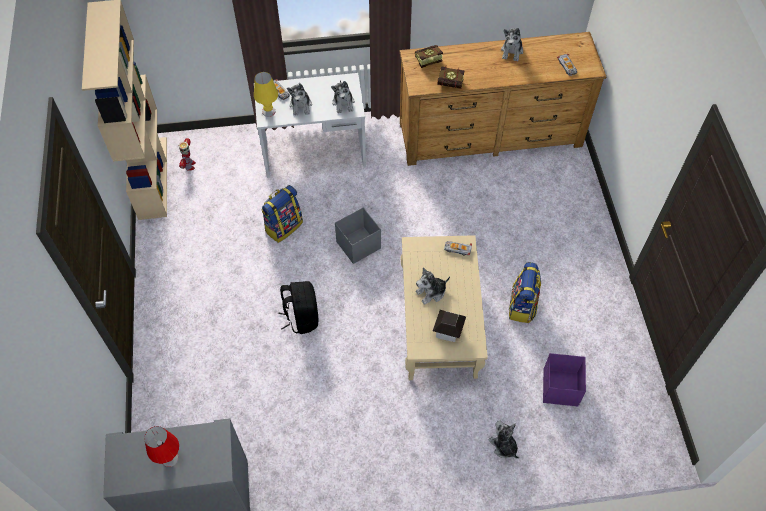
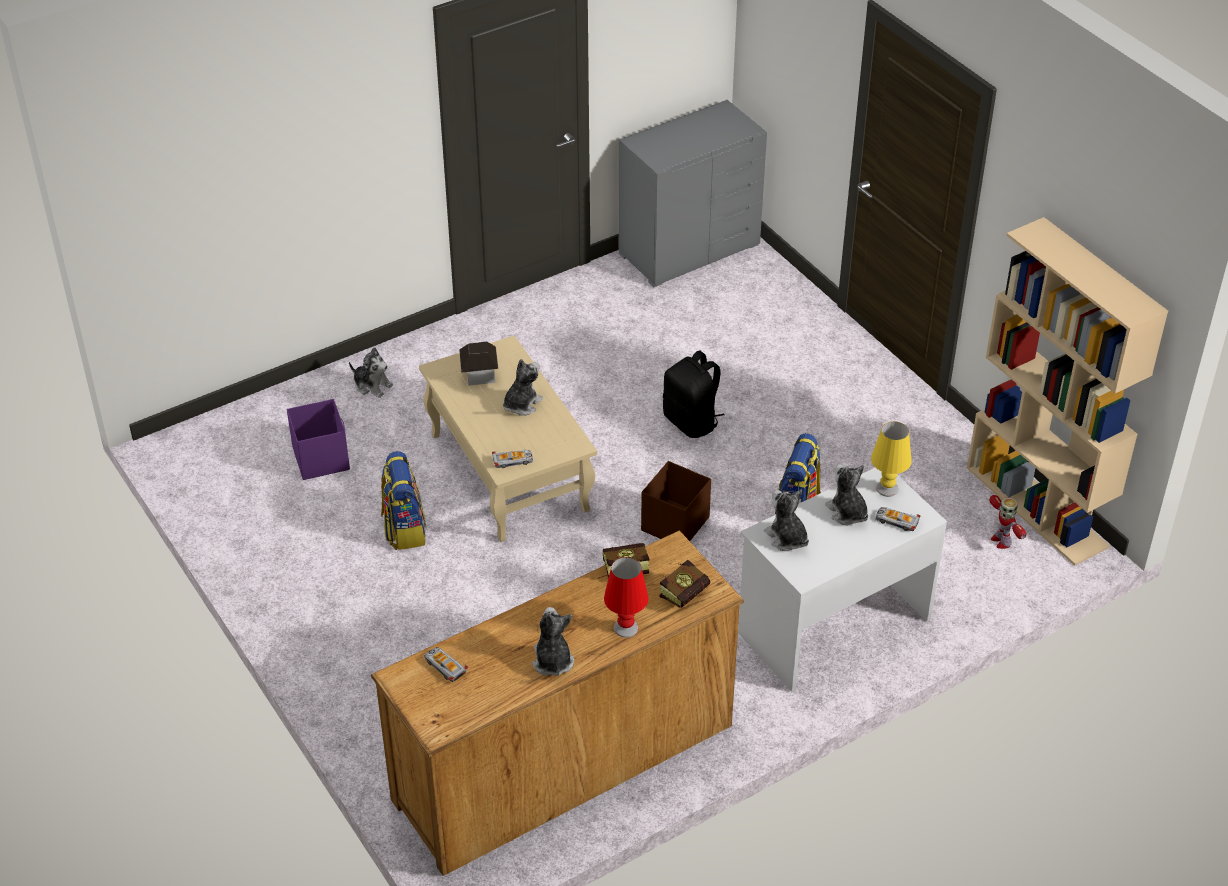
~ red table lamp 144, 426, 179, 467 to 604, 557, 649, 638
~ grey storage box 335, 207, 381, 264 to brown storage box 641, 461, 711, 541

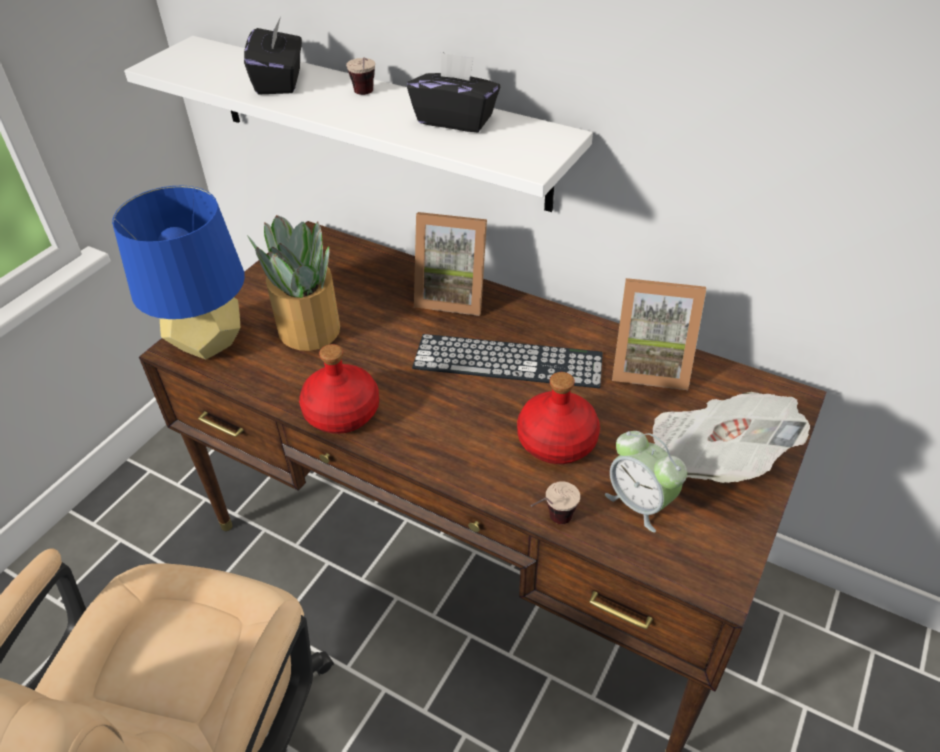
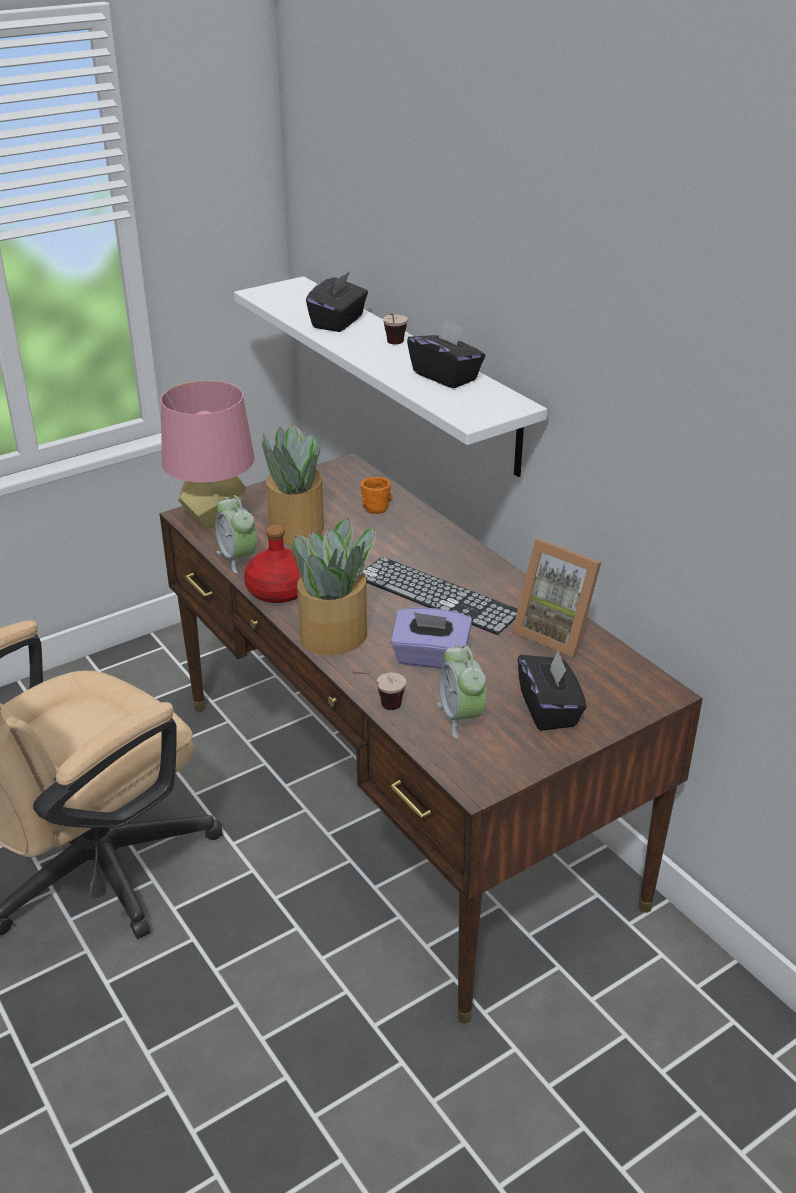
~ blue table lamp 112, 186, 245, 359 to pink table lamp 161, 380, 255, 528
+ alarm clock 215, 495, 257, 573
+ potted plant 292, 518, 376, 655
+ orange mug 361, 477, 393, 514
~ red bottle 517, 372, 600, 464 to purple tissue box 391, 608, 472, 669
~ newspaper 653, 392, 810, 483 to black tissue box 518, 649, 587, 731
- picture frame 414, 212, 487, 316

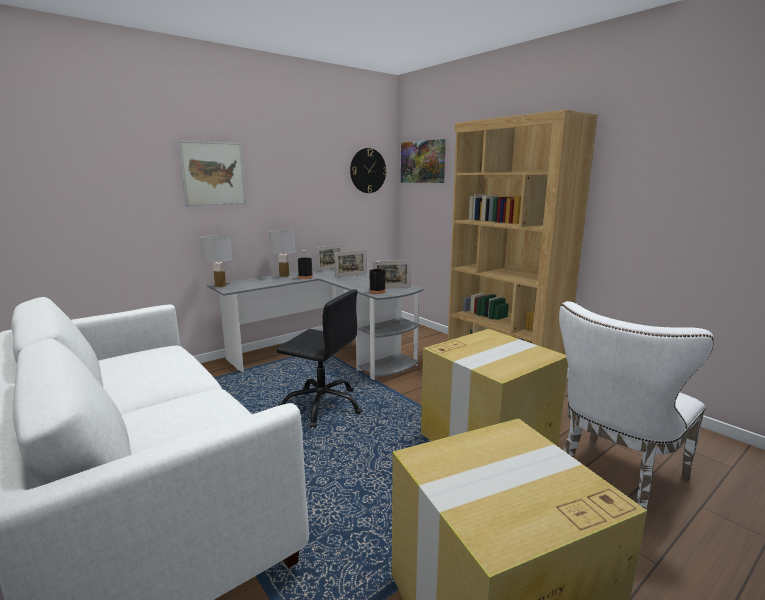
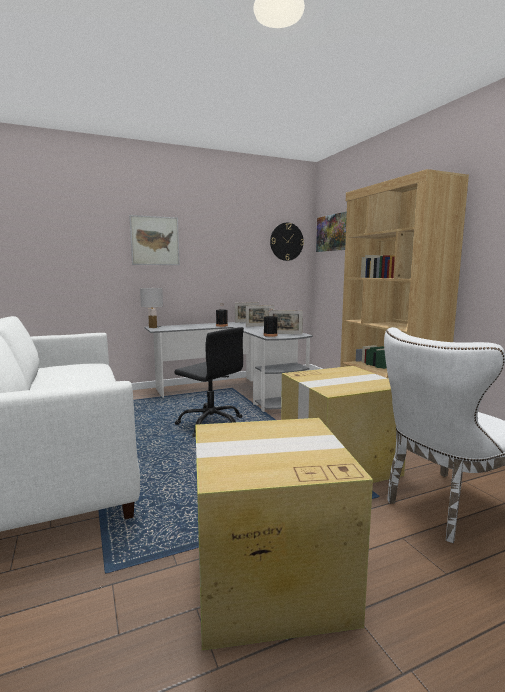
- white table lamp 269, 230, 296, 277

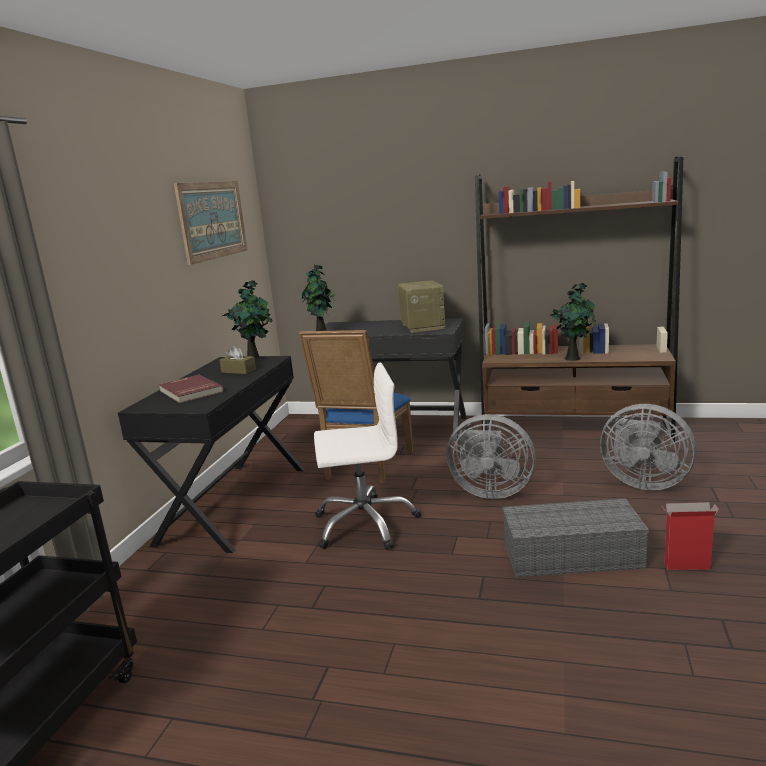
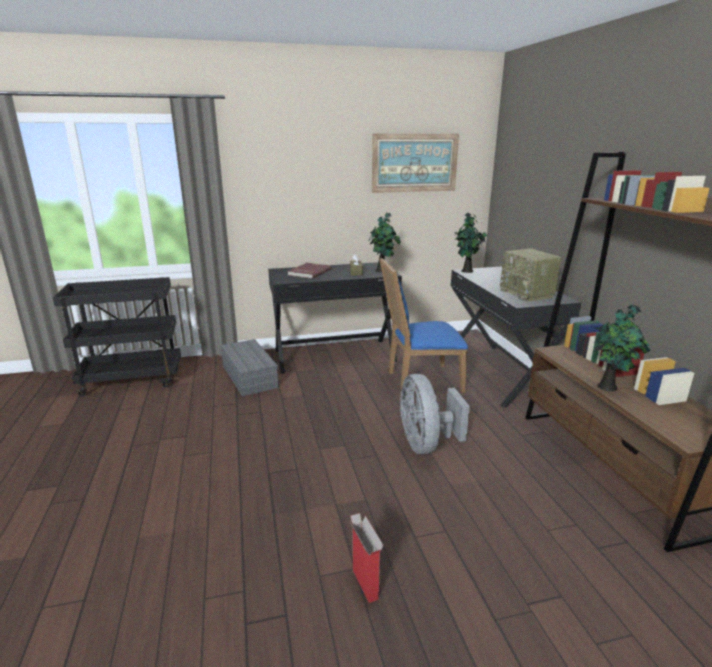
~ grey storage box 502, 498, 649, 577 to 221, 339, 278, 396
~ radio 398, 280, 445, 333 = 500, 248, 561, 302 105 degrees clockwise
- white office chair 314, 362, 421, 550
- grey fan 600, 404, 697, 490

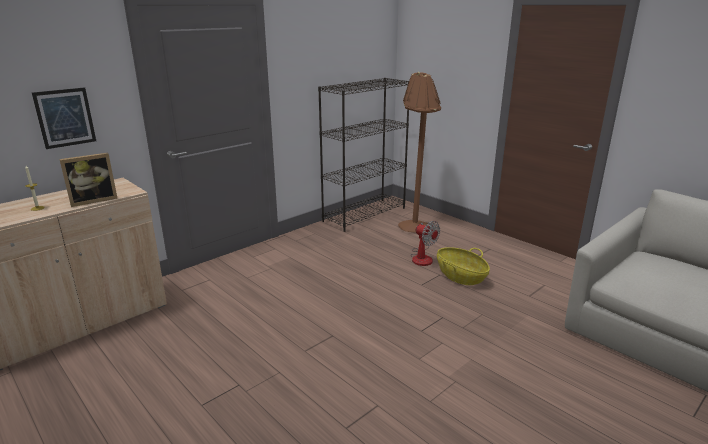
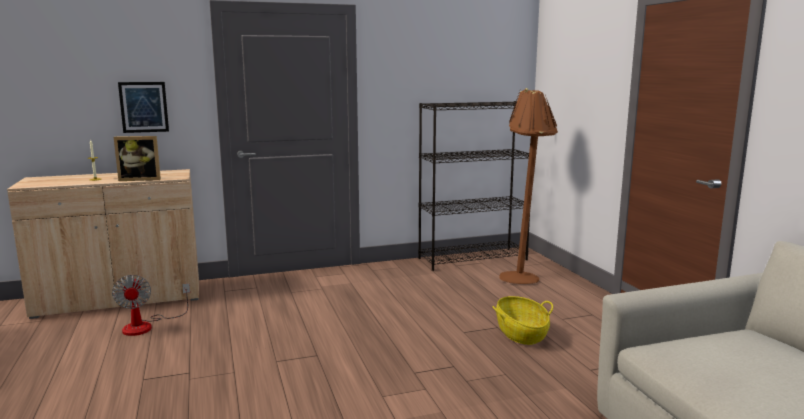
~ fan 410, 221, 440, 266 to 112, 275, 190, 336

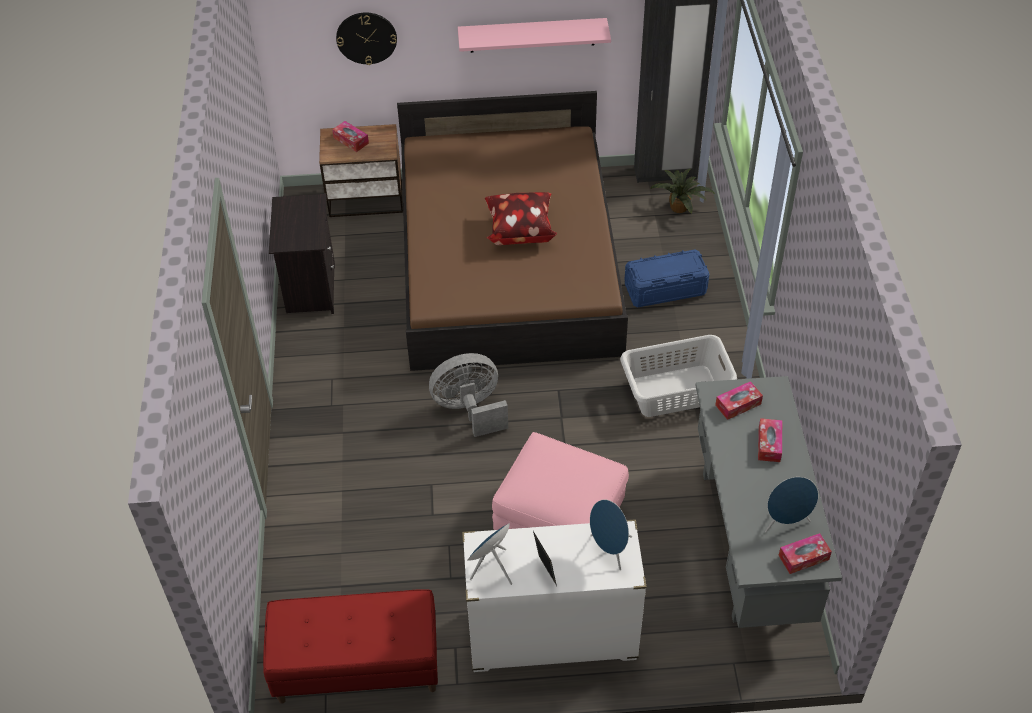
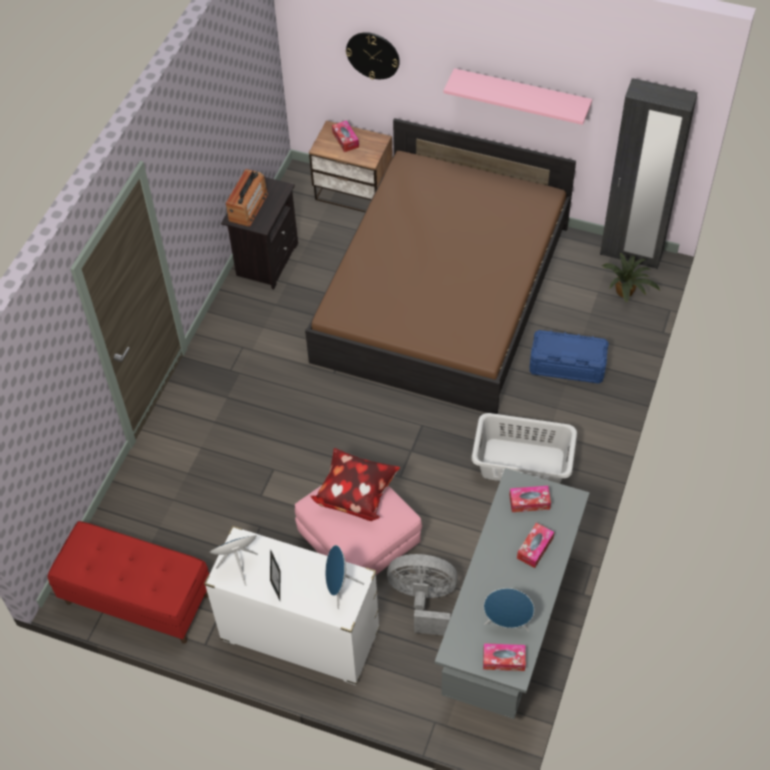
+ radio 226, 169, 268, 226
~ pillow 485, 192, 557, 245 to 310, 448, 400, 521
~ grey fan 429, 353, 508, 437 to 387, 554, 458, 635

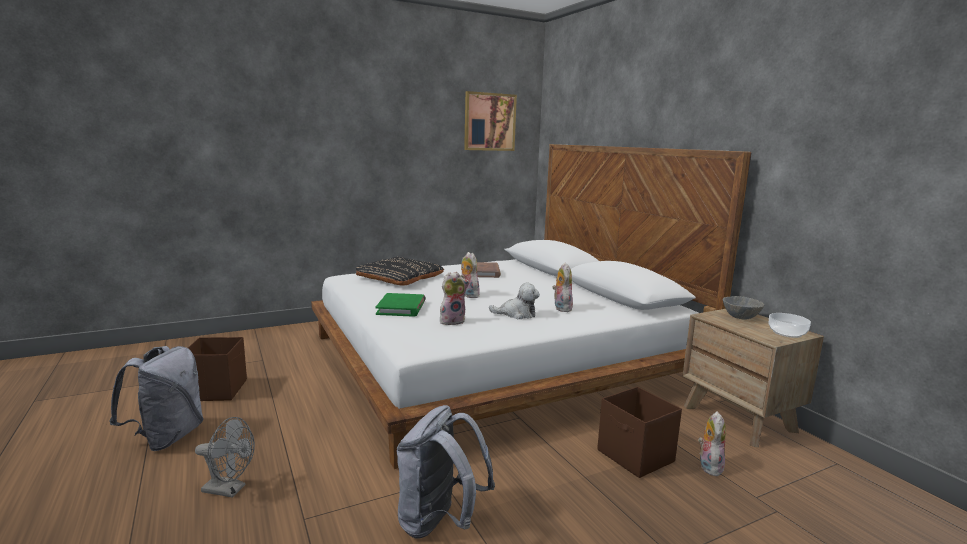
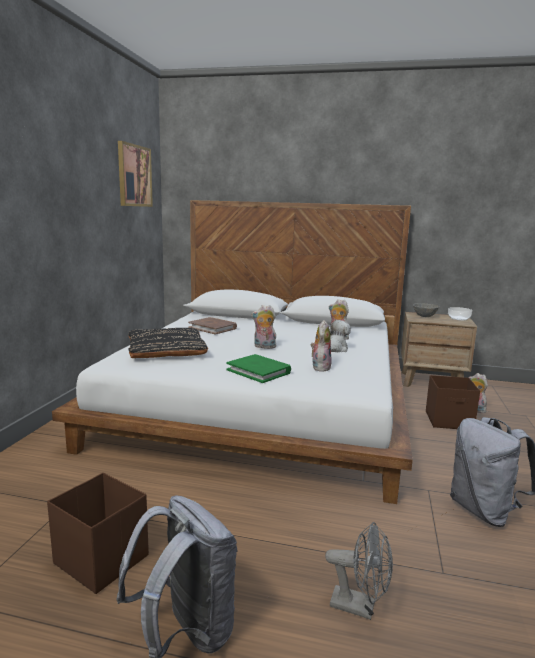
~ grey fan 195, 417, 255, 498 = 325, 522, 393, 620 60 degrees clockwise

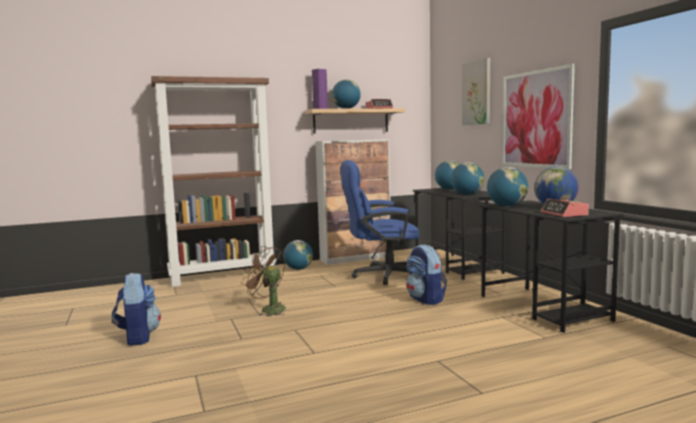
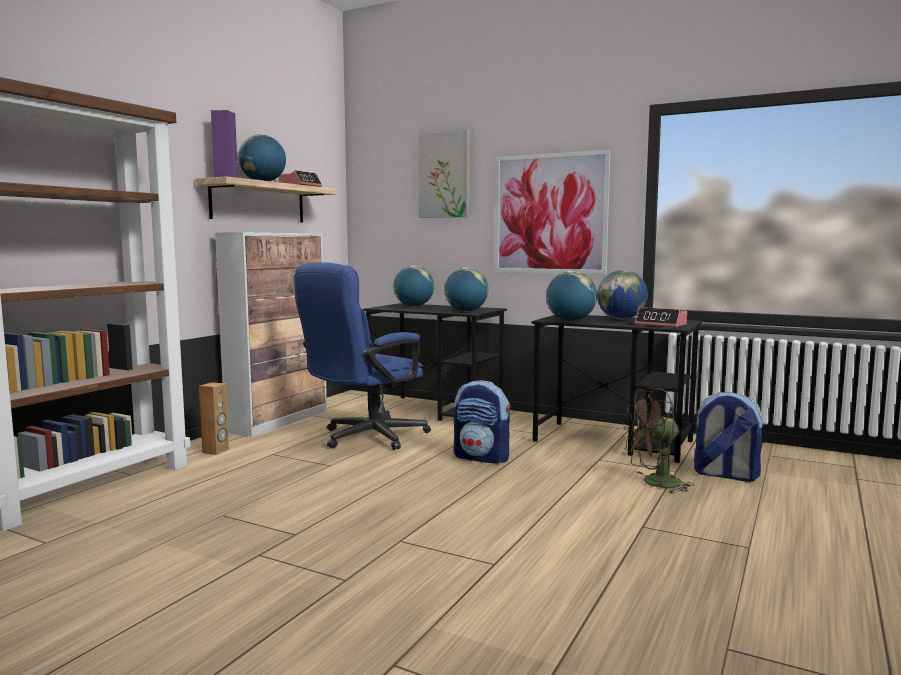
~ globe 283, 240, 313, 270 to brown speaker 199, 382, 229, 455
~ brown fan 241, 246, 286, 317 to 623, 388, 695, 494
~ backpack 112, 273, 161, 346 to 694, 392, 763, 482

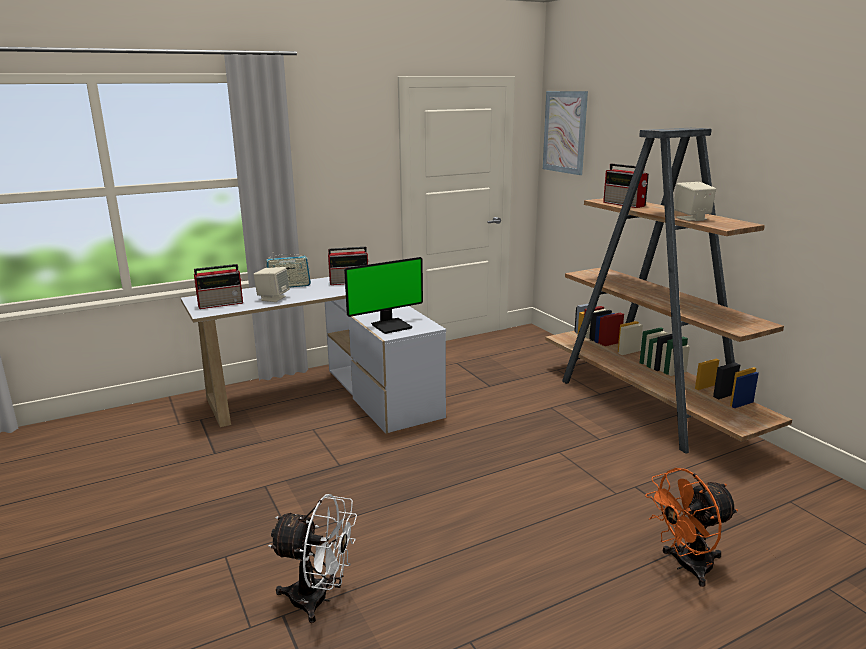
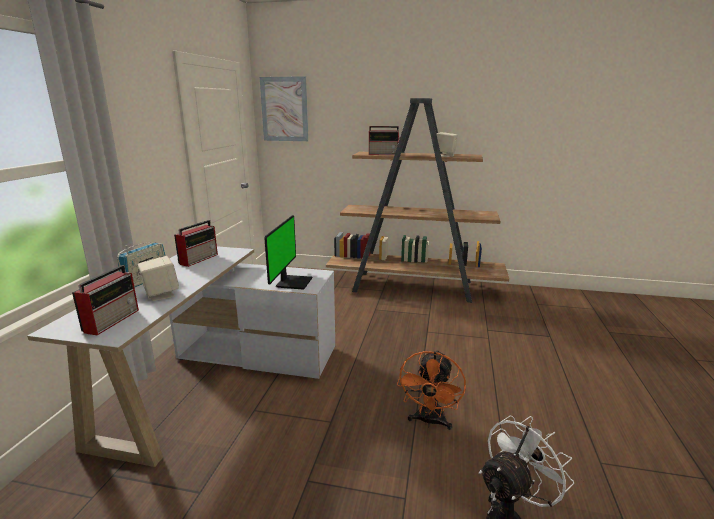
~ orange fan 645, 468, 738, 587 to 397, 350, 466, 430

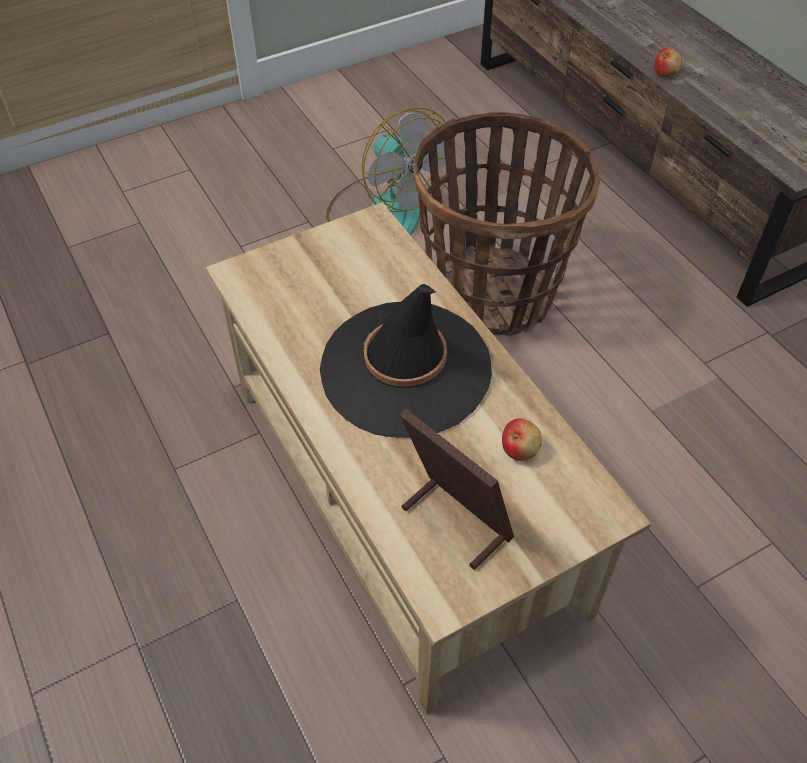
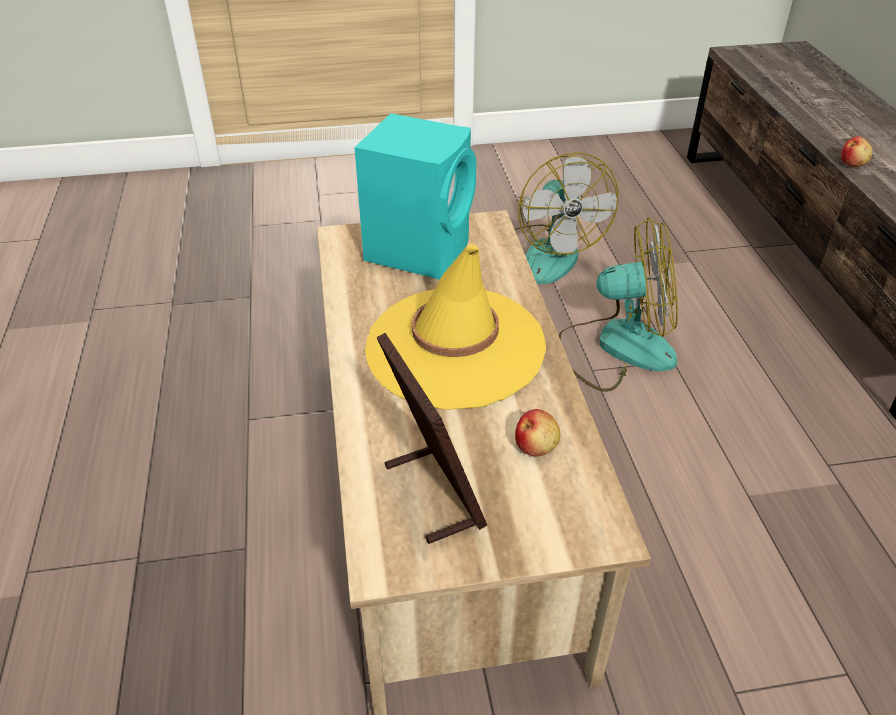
+ turquoise speaker 354, 113, 476, 280
~ black hat 320, 284, 492, 438 to yellow hat 365, 244, 546, 410
~ basket 413, 112, 600, 337 to fan 559, 218, 678, 392

